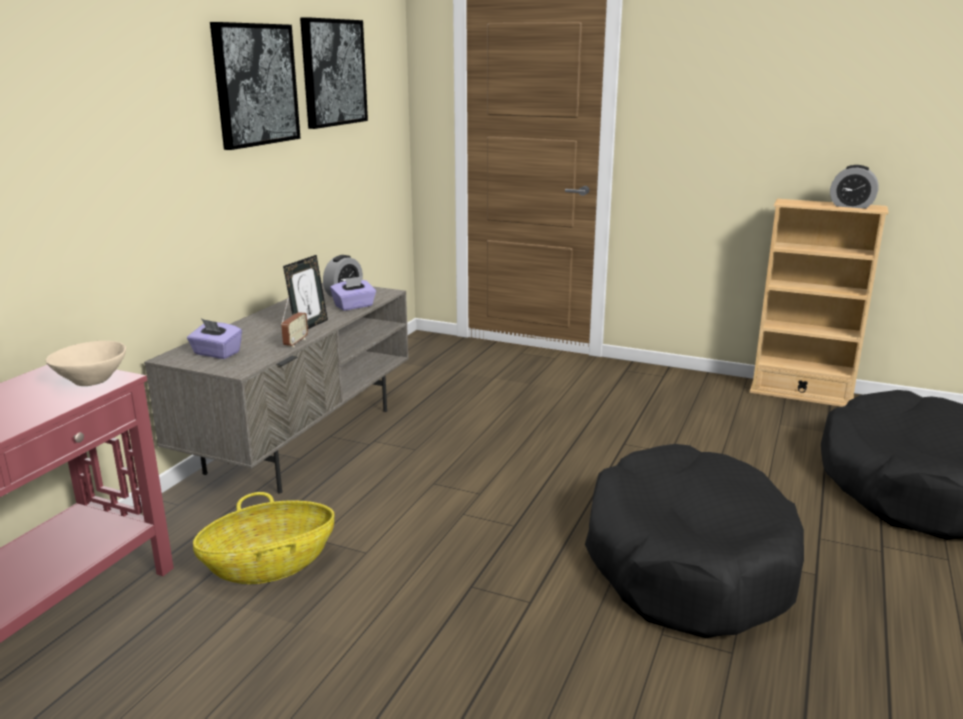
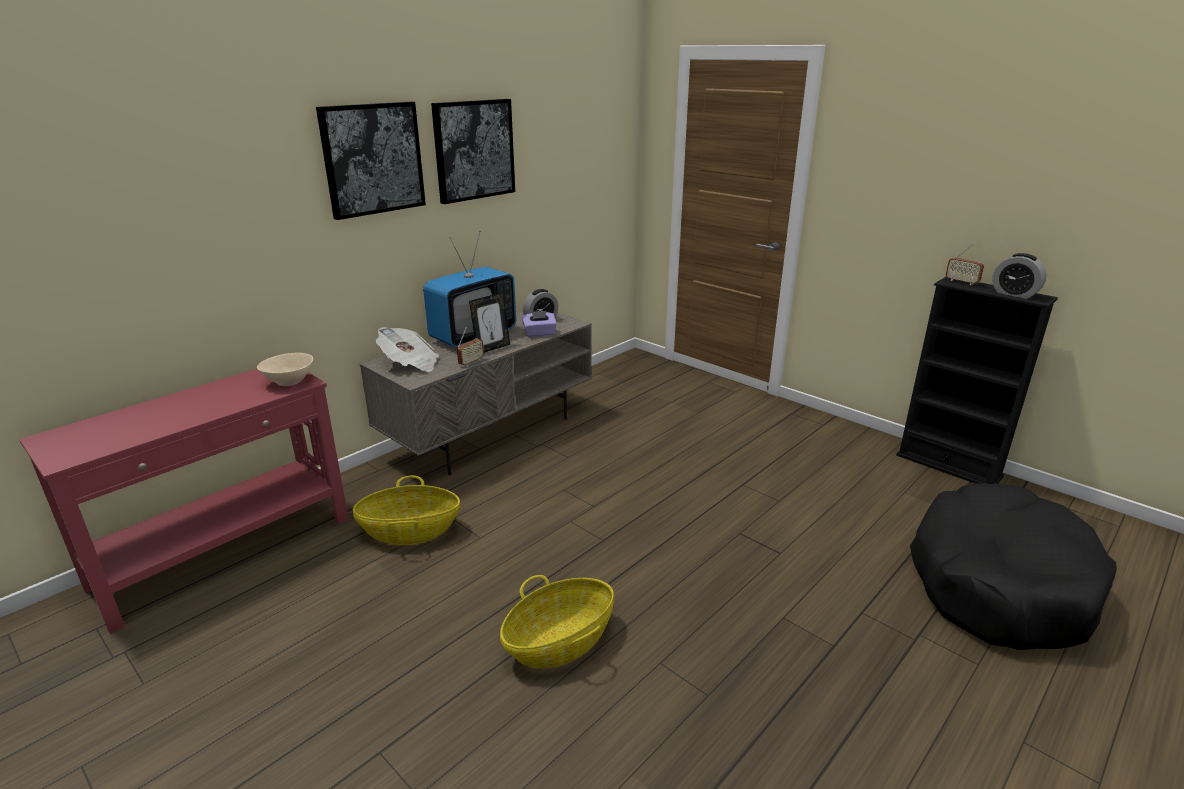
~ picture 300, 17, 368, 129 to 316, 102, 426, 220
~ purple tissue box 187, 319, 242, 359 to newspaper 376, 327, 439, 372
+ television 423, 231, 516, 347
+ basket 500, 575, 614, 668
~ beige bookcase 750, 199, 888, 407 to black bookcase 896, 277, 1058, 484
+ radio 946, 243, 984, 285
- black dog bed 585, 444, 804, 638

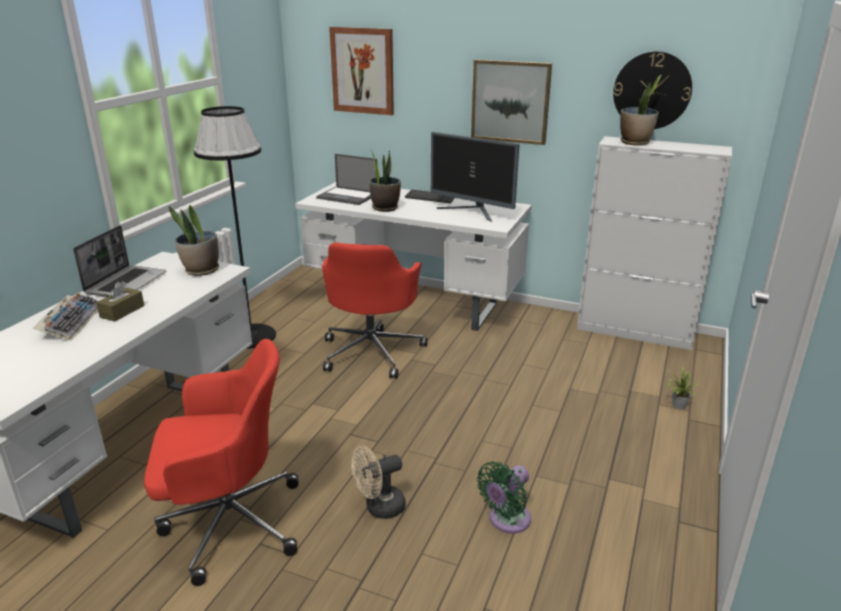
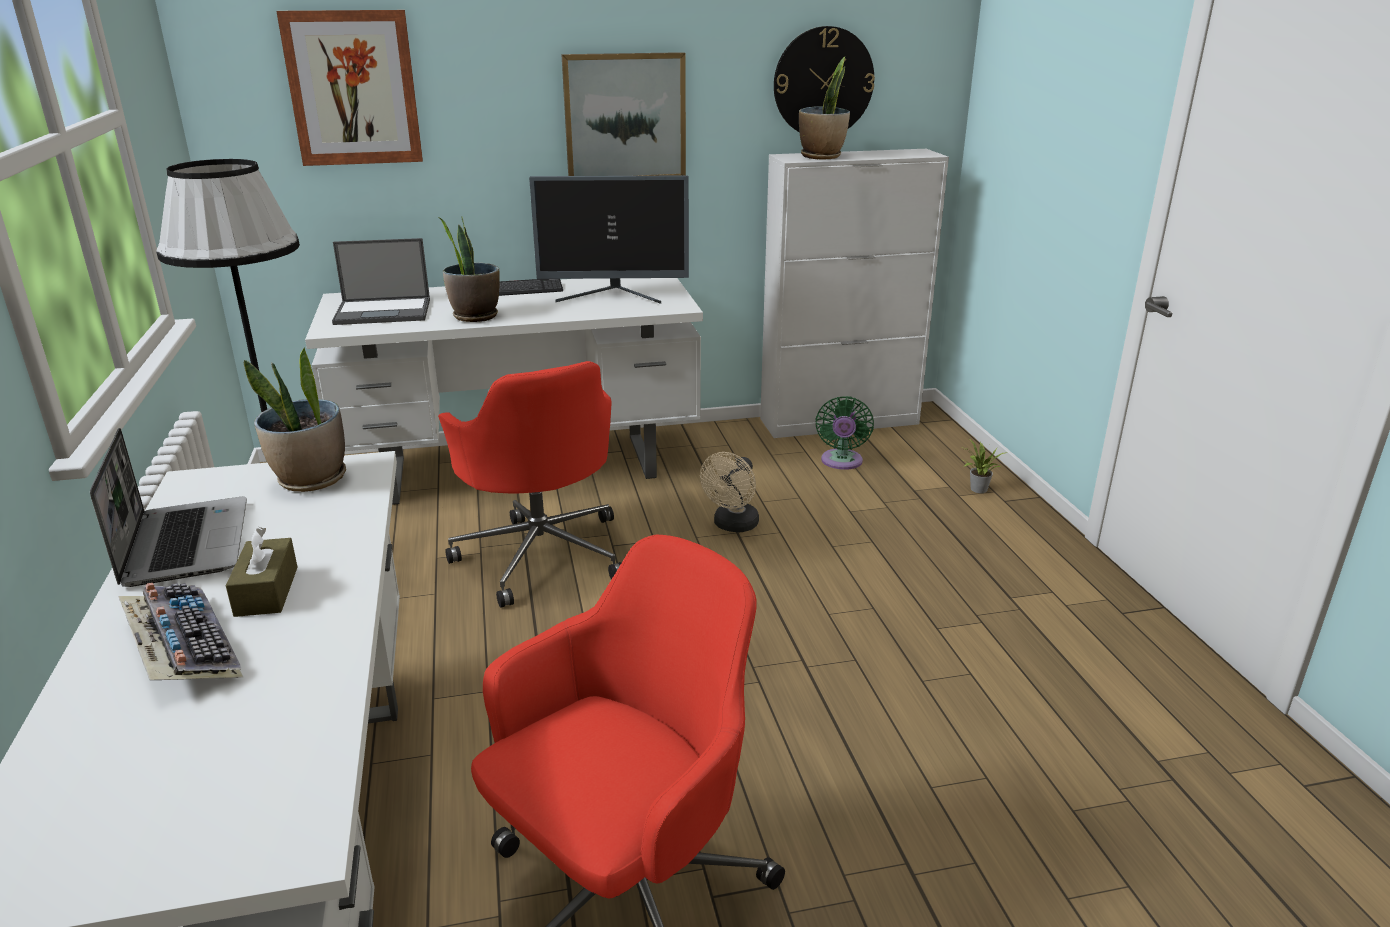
~ beige fan 351, 446, 405, 519 to 700, 452, 759, 533
~ green fan 477, 461, 531, 533 to 815, 396, 874, 470

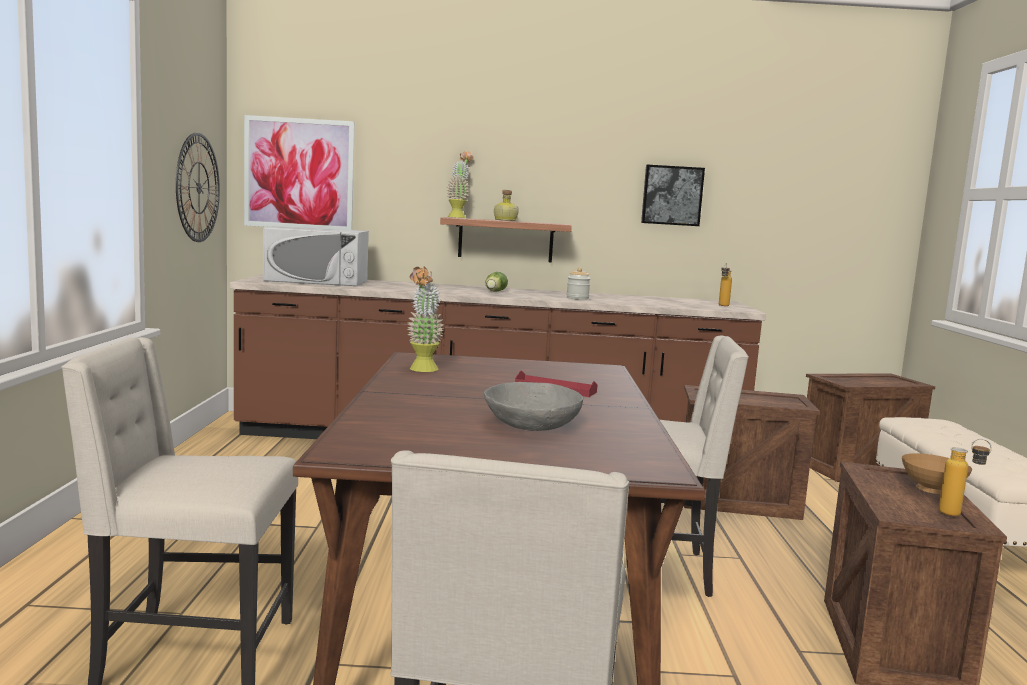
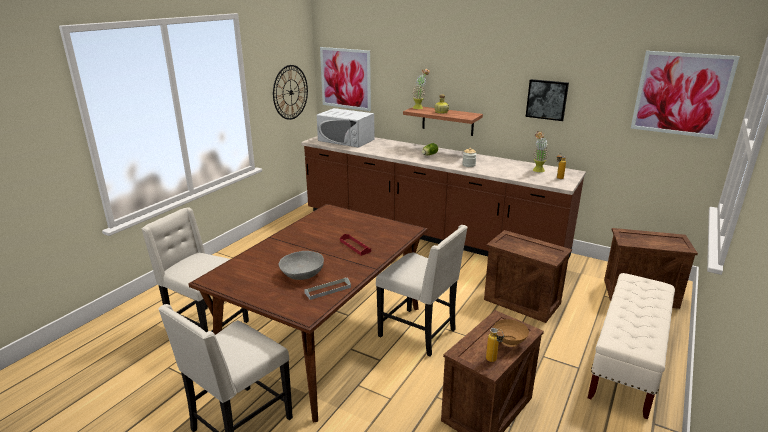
+ grey tray 304, 278, 351, 300
~ potted plant 407, 267, 444, 372 to 533, 131, 548, 172
+ picture 631, 51, 740, 139

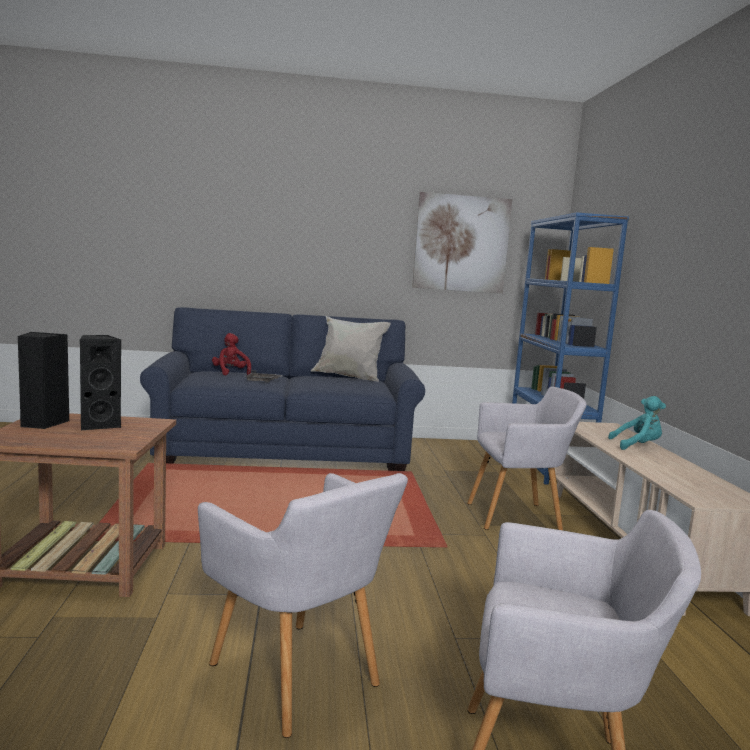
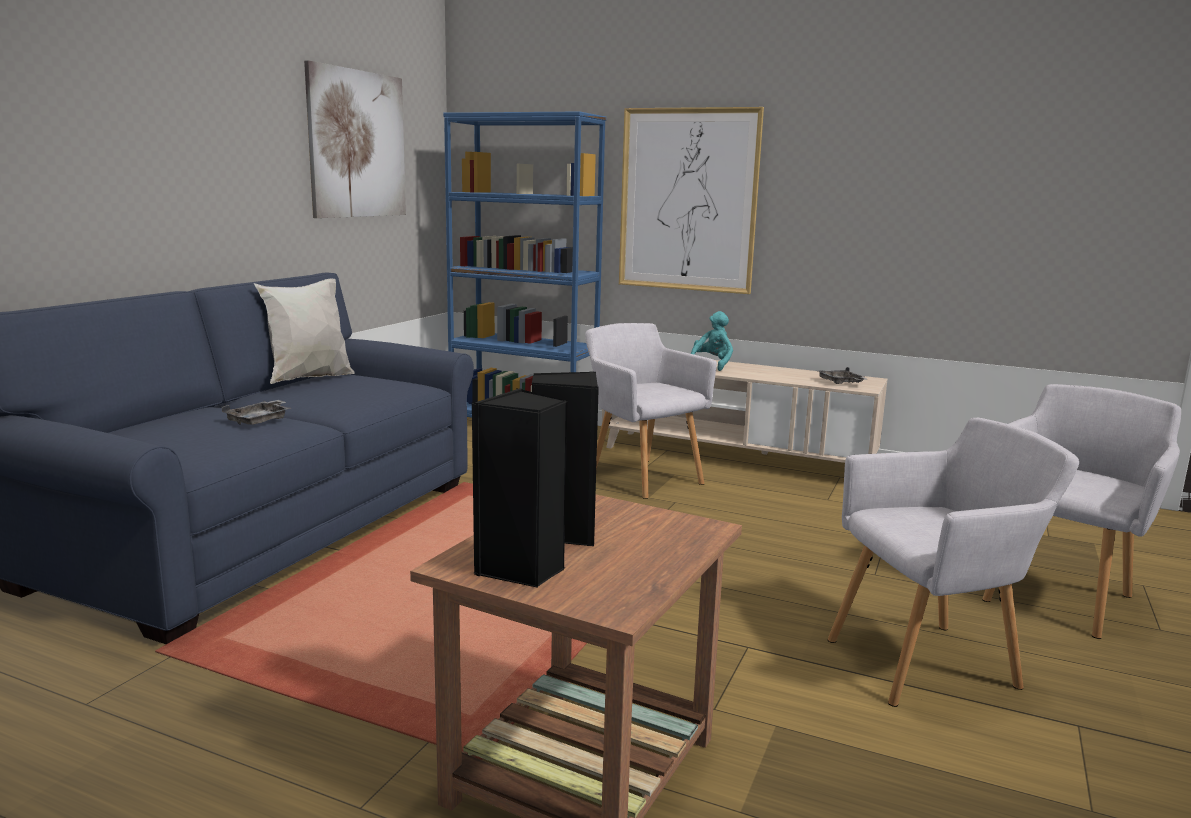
~ grey armchair 467, 387, 587, 530 = 585, 323, 717, 499 60 degrees counterclockwise
+ picture 619, 107, 764, 294
+ grey tray 818, 367, 867, 384
- red plush toy 212, 333, 251, 376

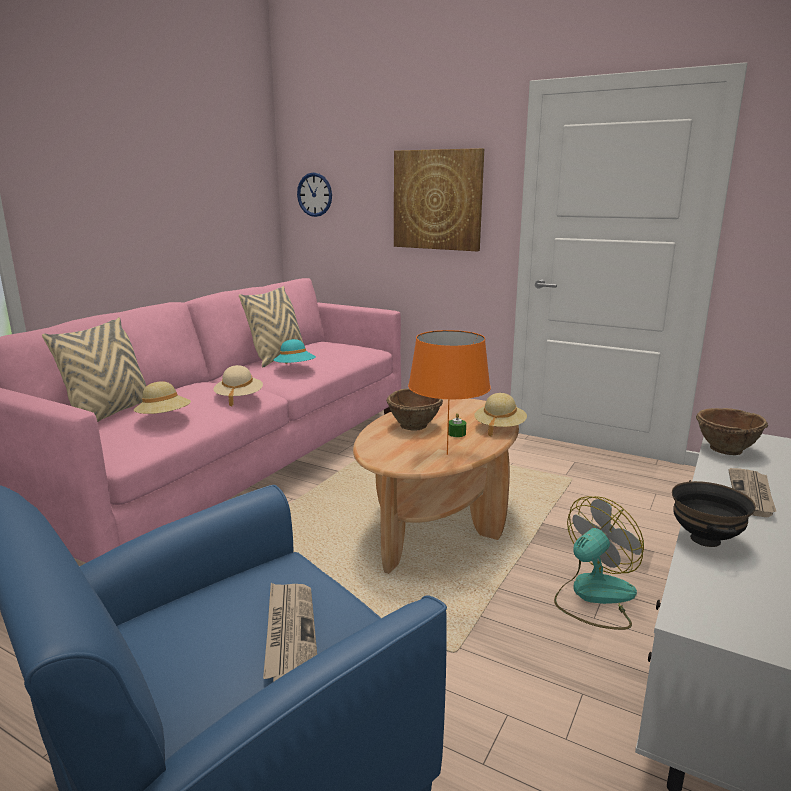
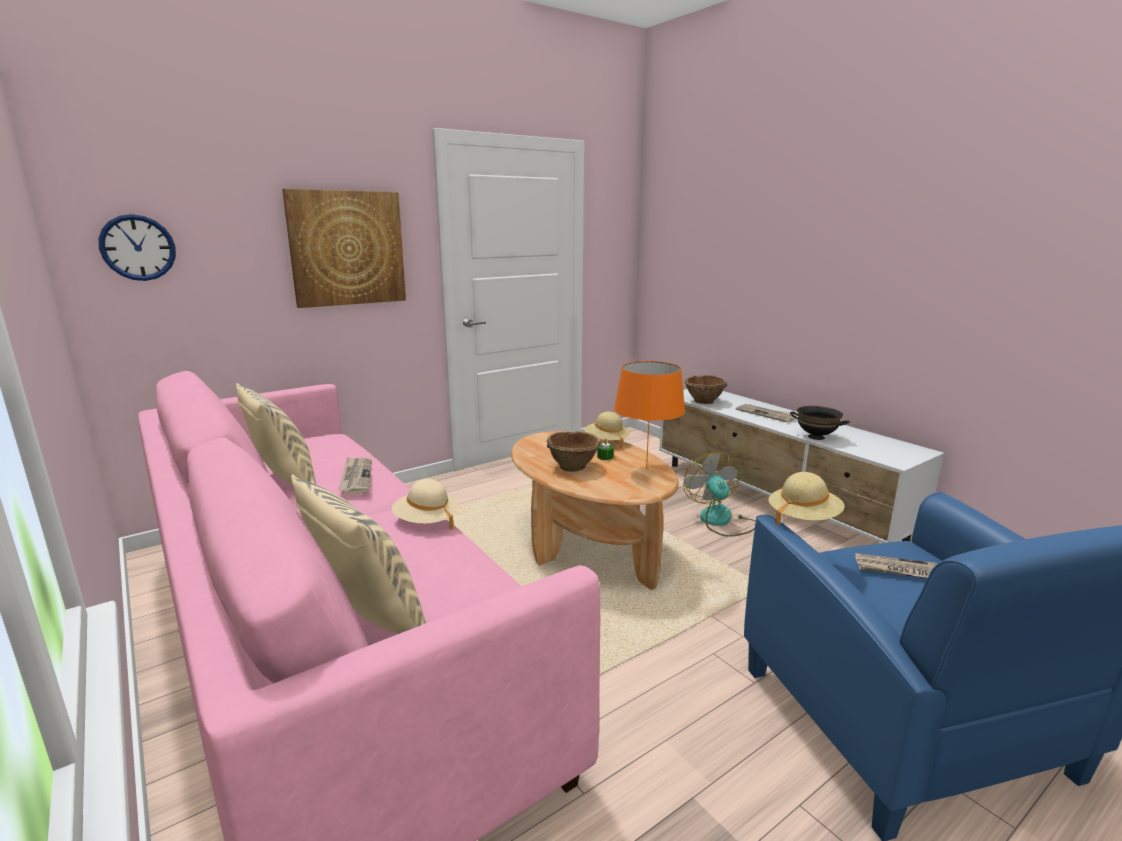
~ turquoise hat 273, 339, 316, 364 to newspaper 338, 457, 372, 495
~ beige hat 134, 381, 191, 414 to 768, 472, 845, 526

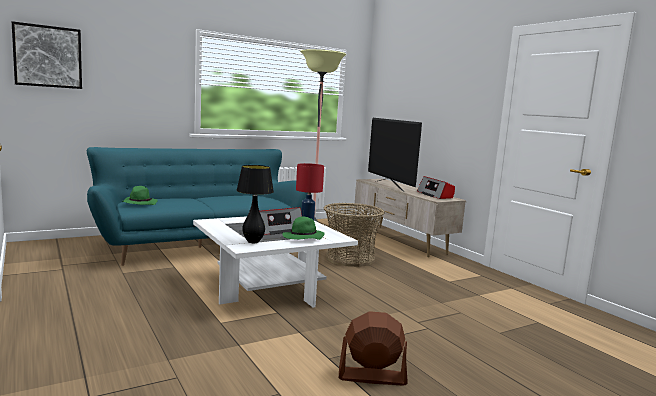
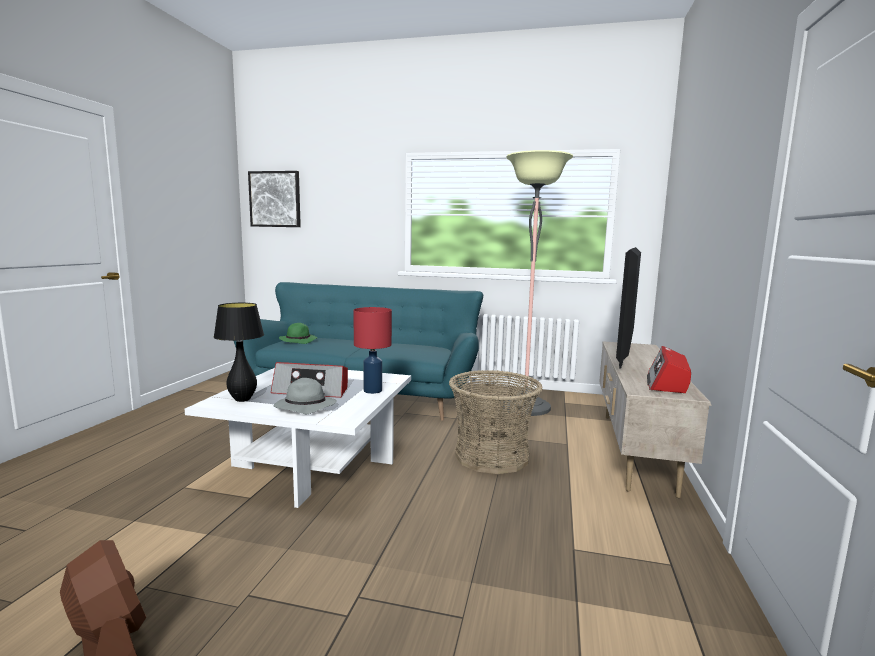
~ green hat 282, 216, 325, 240 to grey hat 274, 378, 337, 414

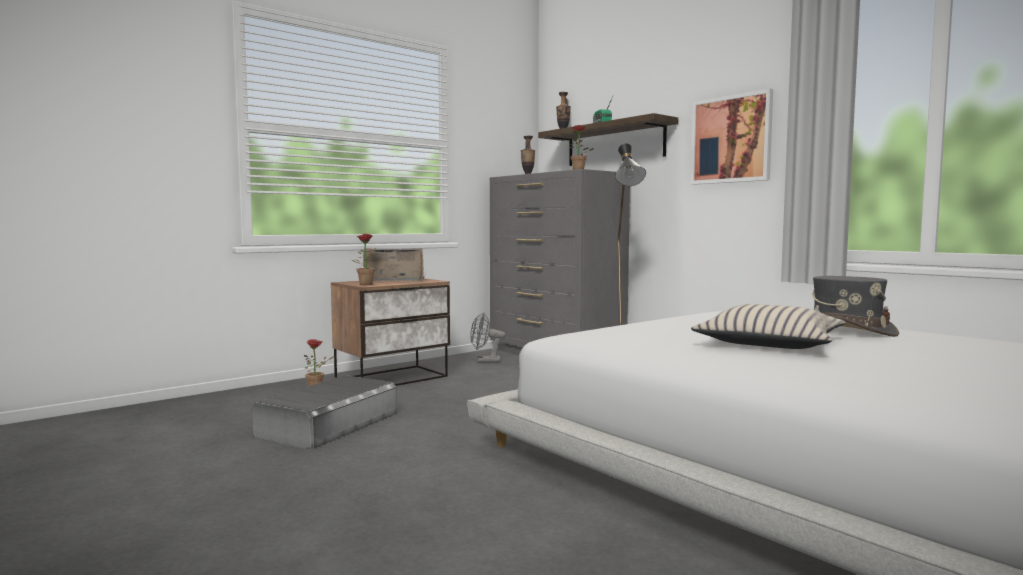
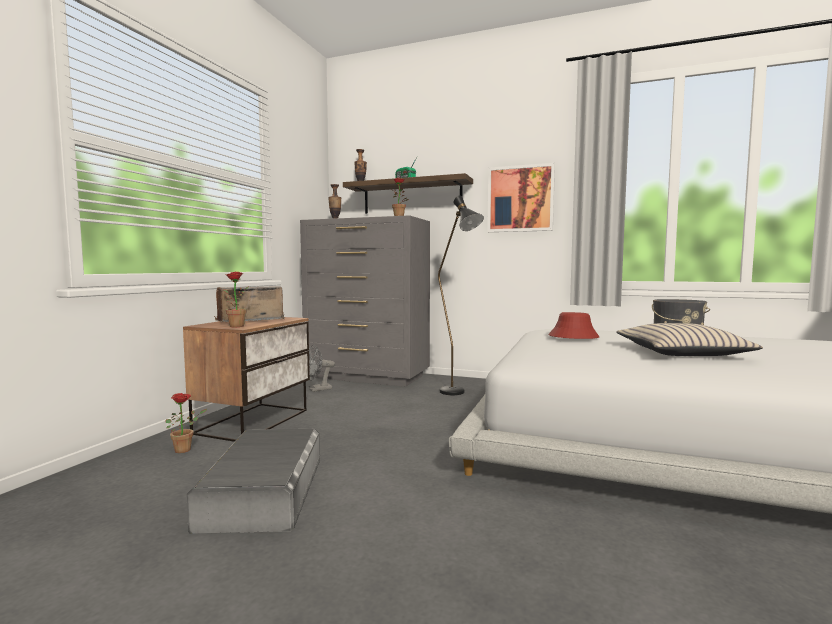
+ red hat 549, 312, 599, 339

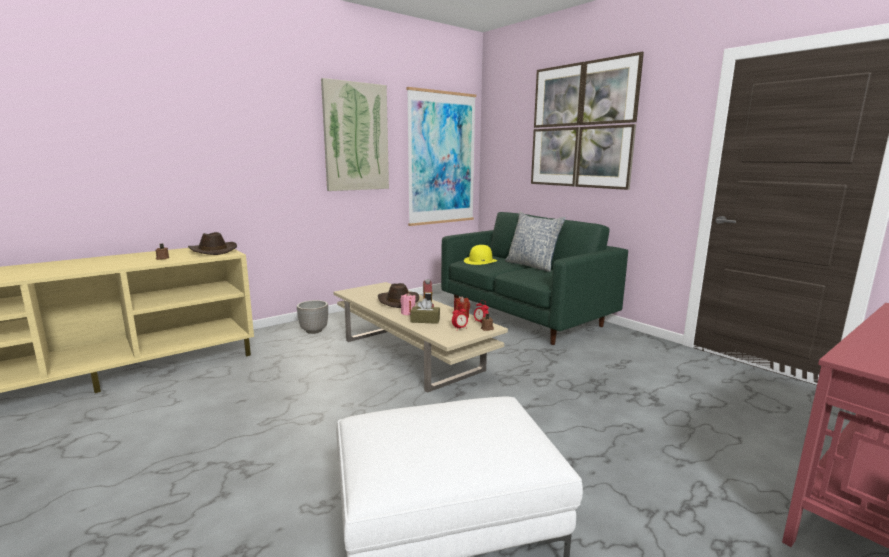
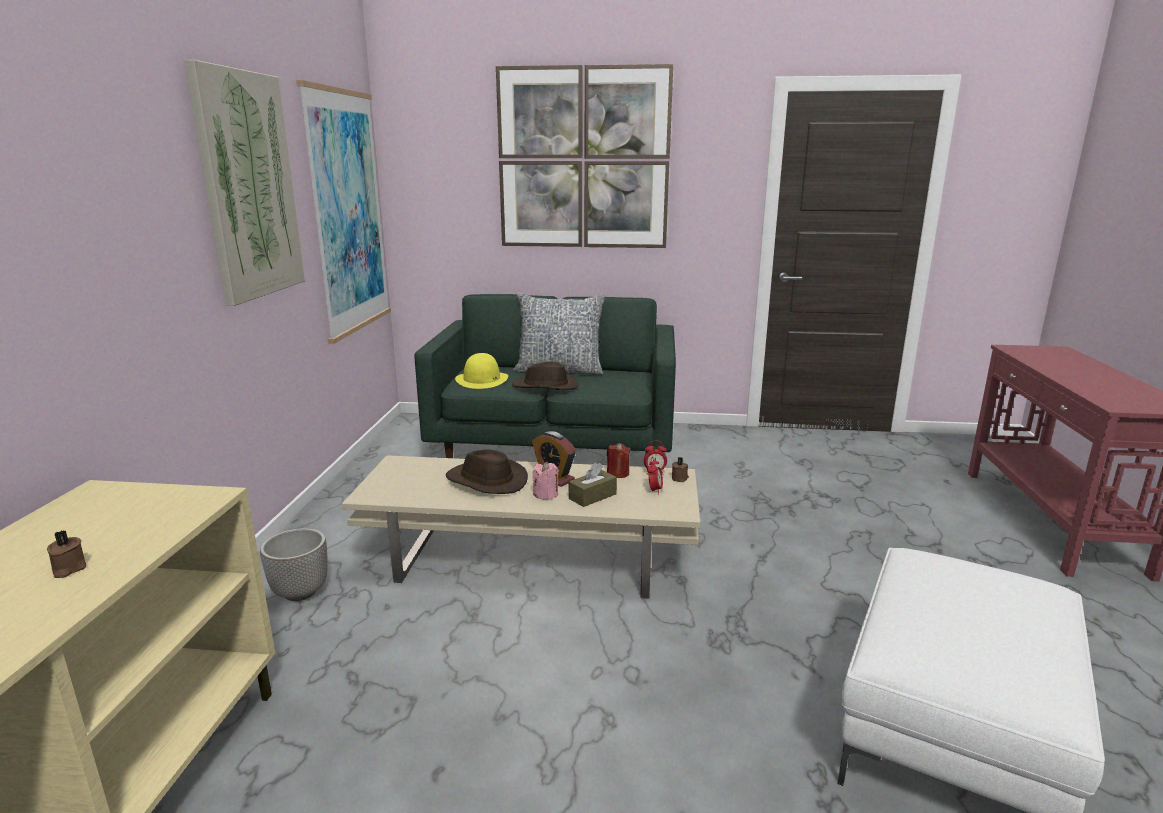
~ brown hat 188, 232, 237, 255 to 512, 362, 579, 390

